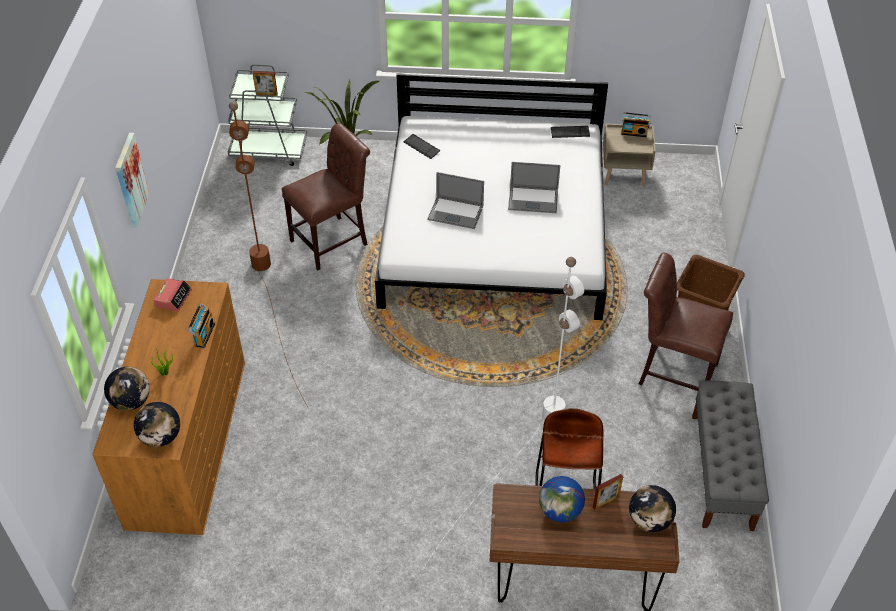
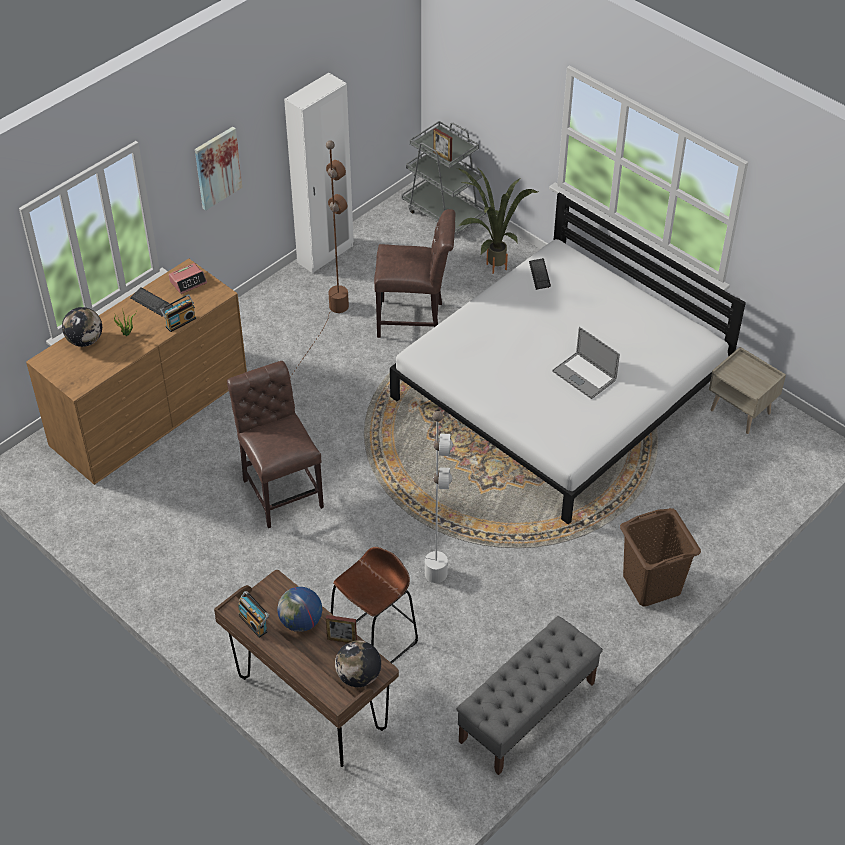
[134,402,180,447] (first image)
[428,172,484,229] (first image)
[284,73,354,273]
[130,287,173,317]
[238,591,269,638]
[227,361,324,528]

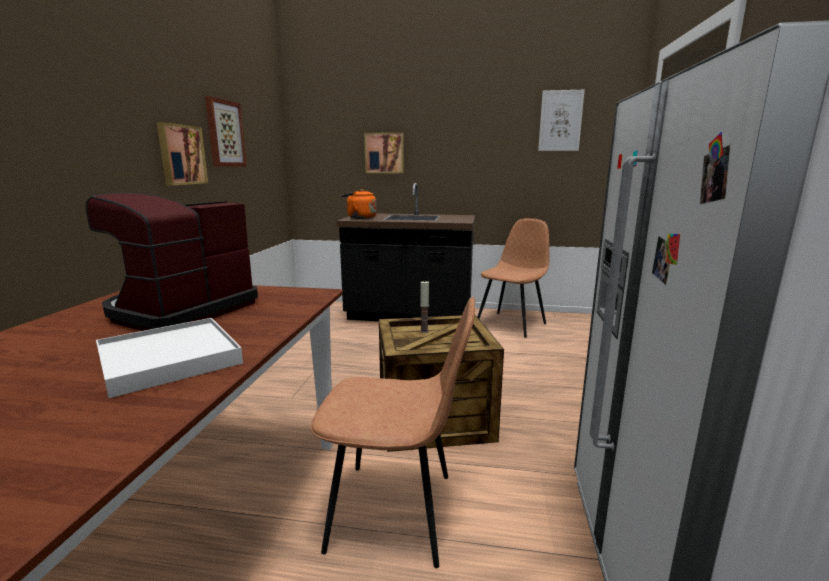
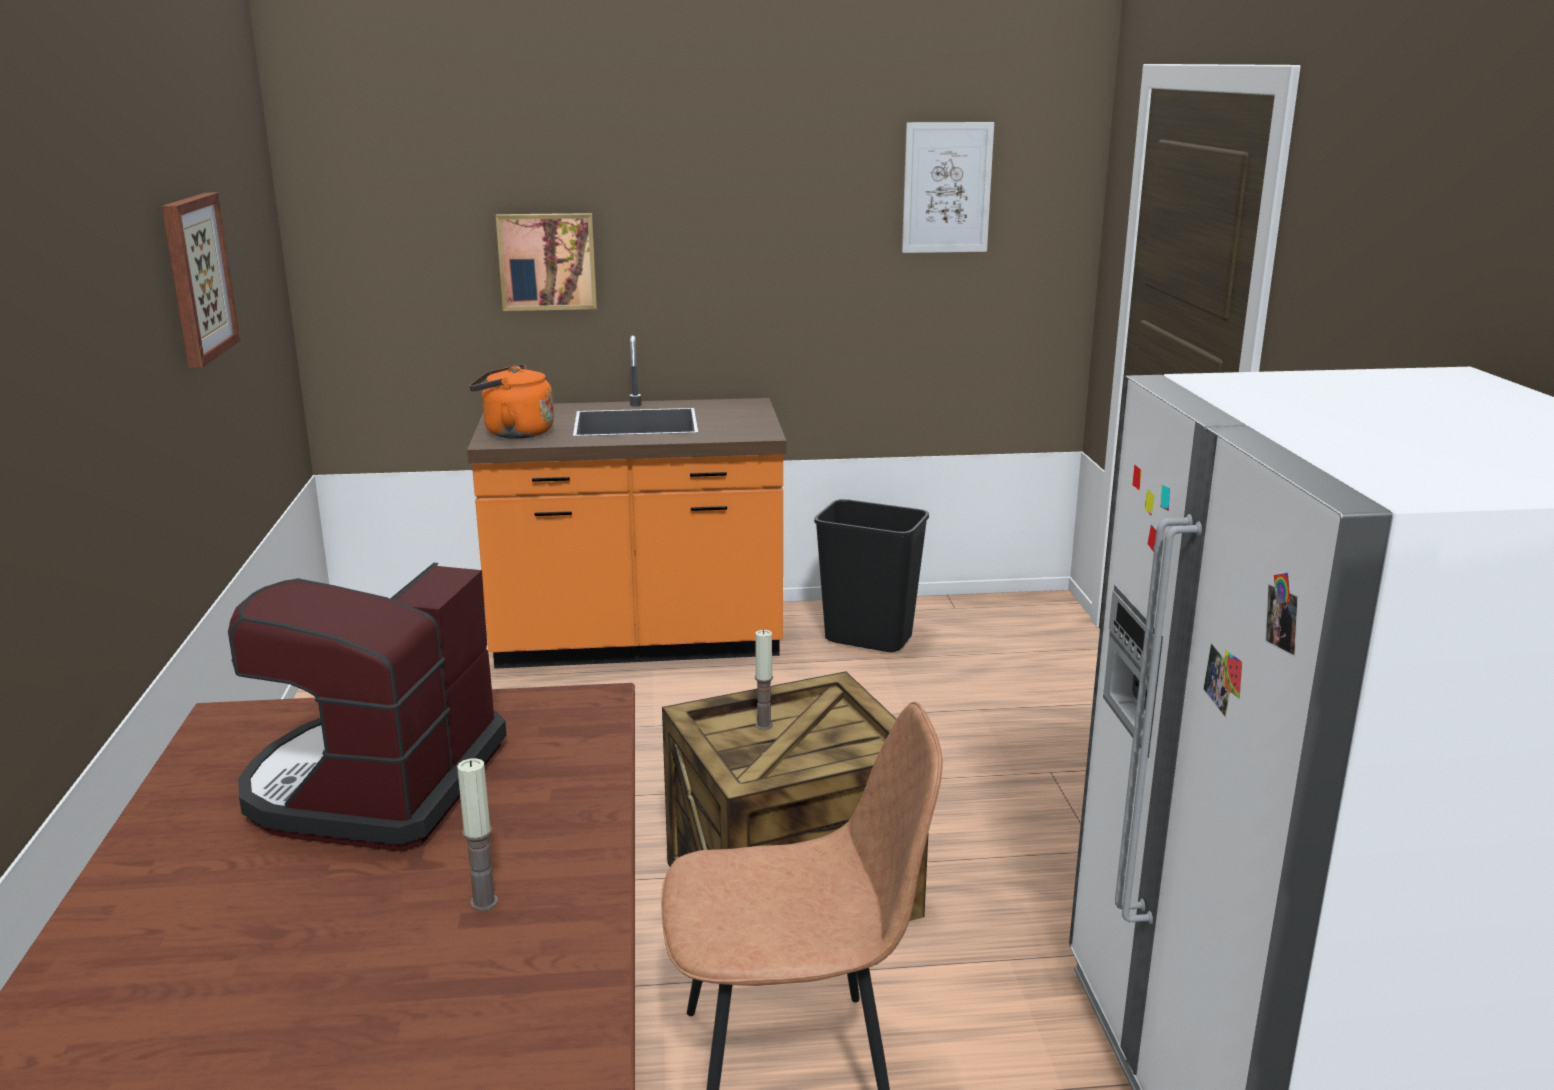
[157,122,208,186] (first image)
[457,758,498,911]
[814,499,929,652]
[467,336,786,669]

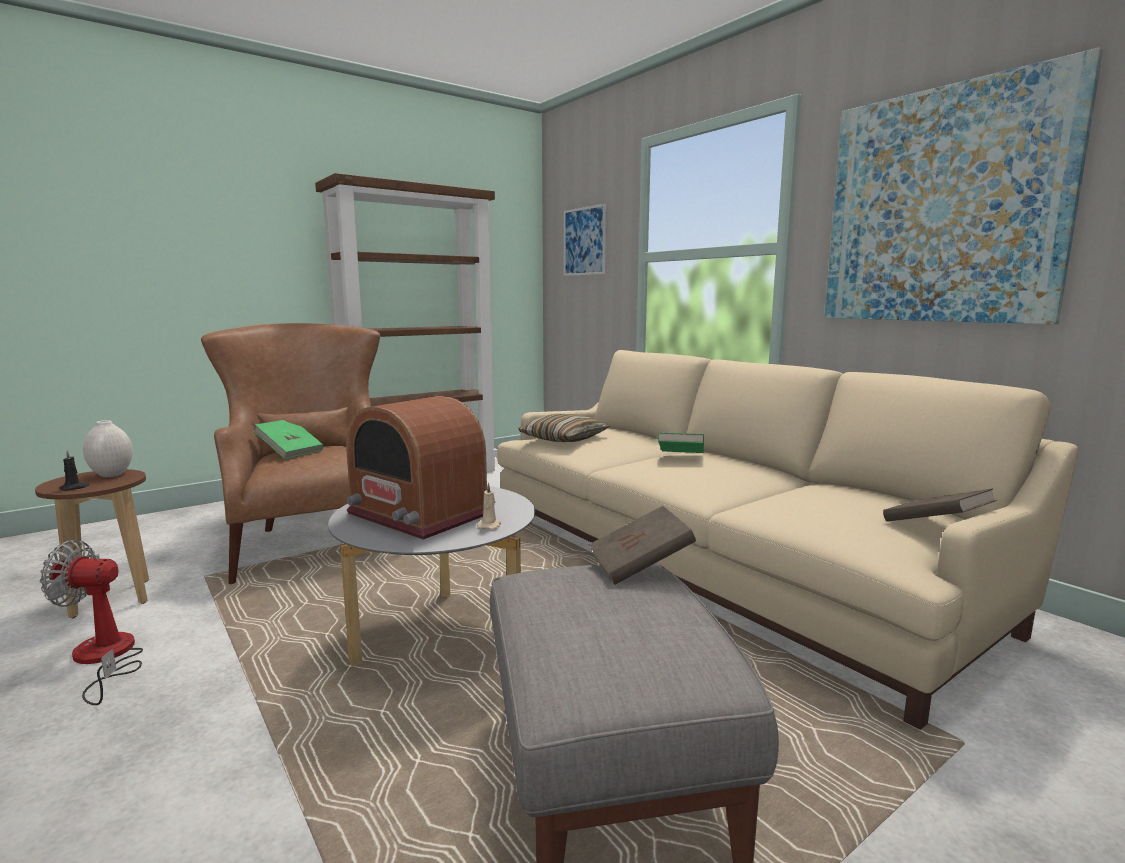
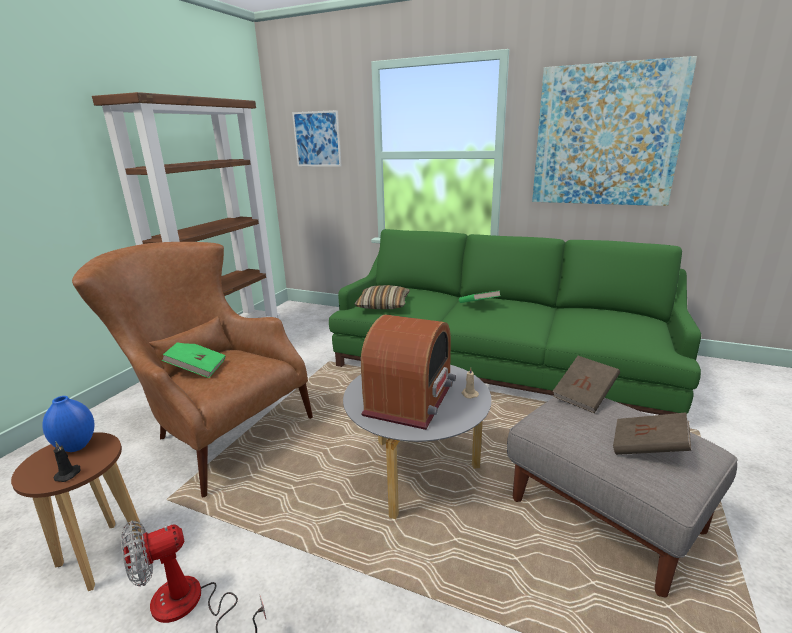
[613,412,691,455]
[42,396,95,452]
[329,229,701,415]
[361,314,456,430]

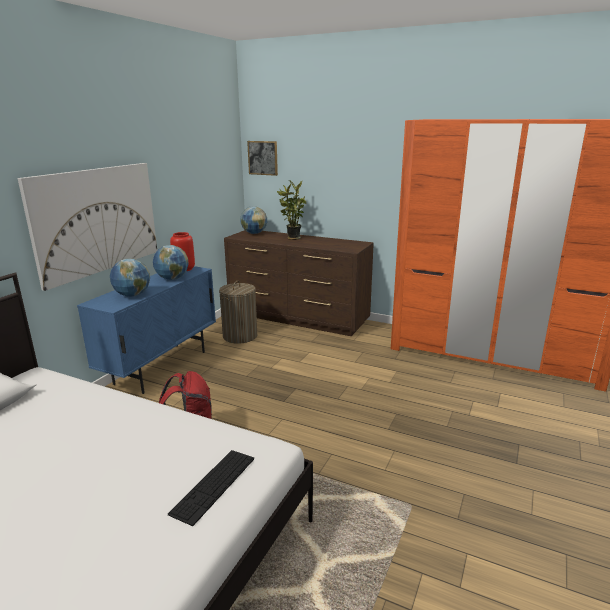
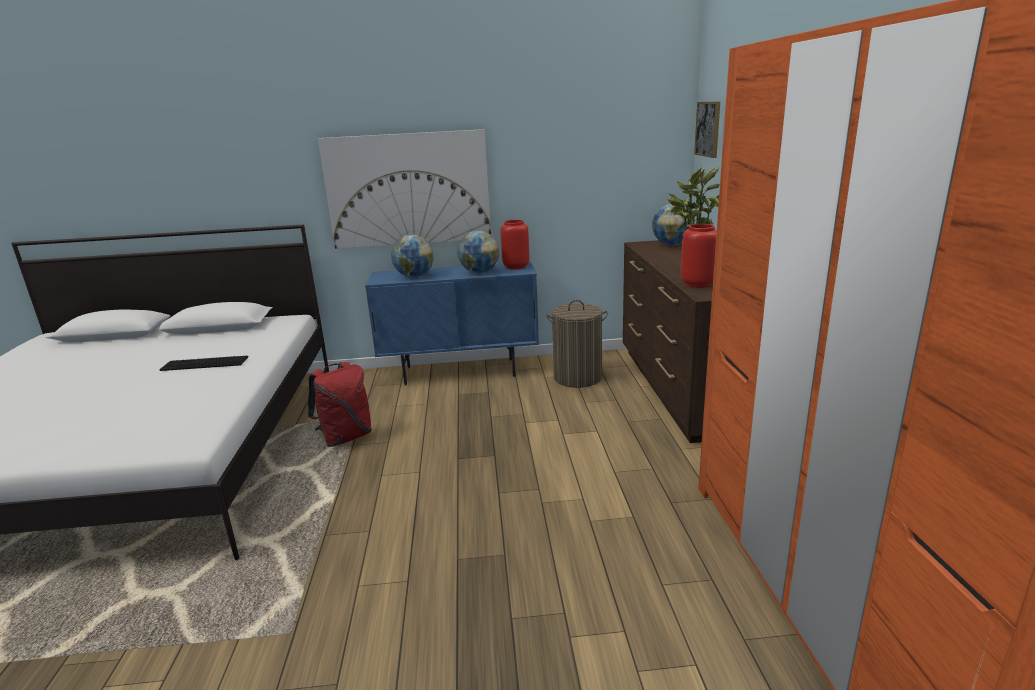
[681,224,717,288]
[159,356,249,371]

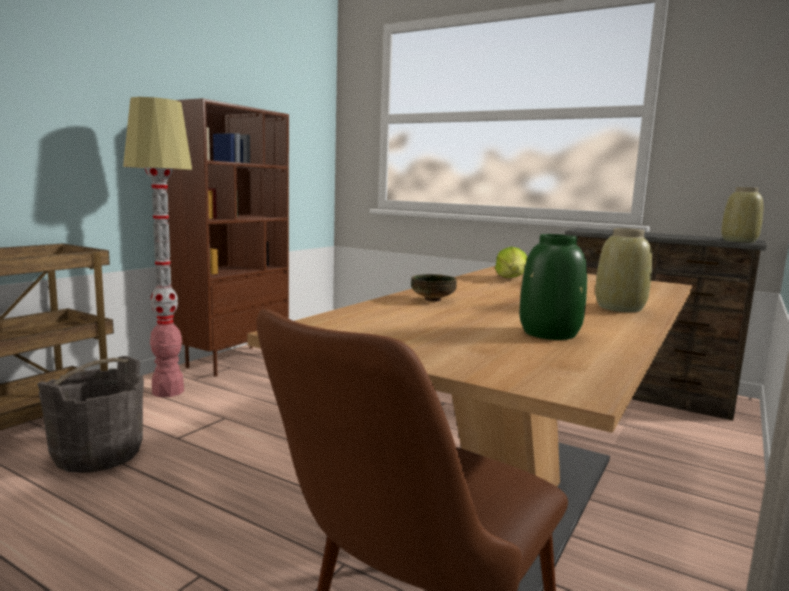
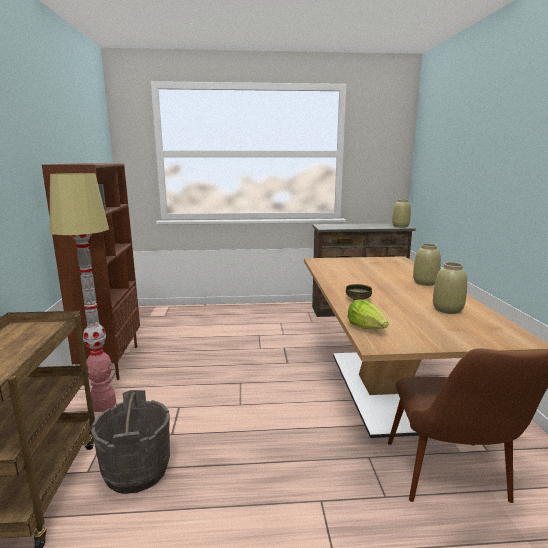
[347,299,388,329]
[433,262,467,314]

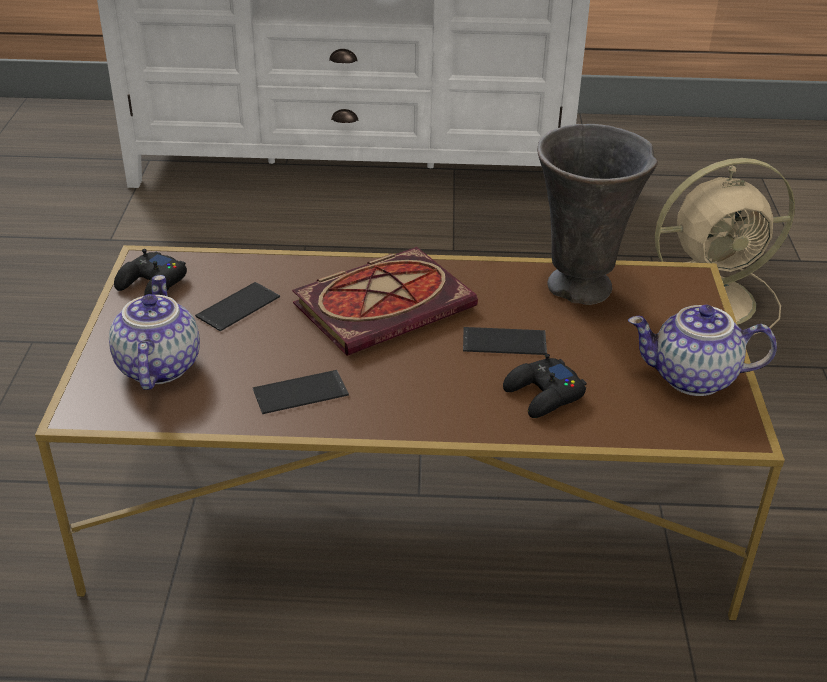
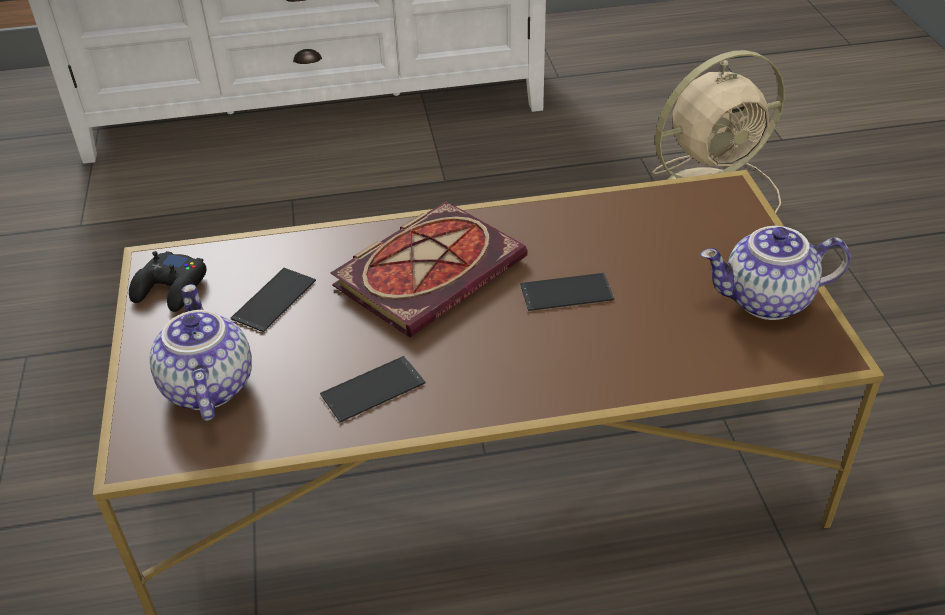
[503,354,587,418] (first image)
[537,124,658,305] (first image)

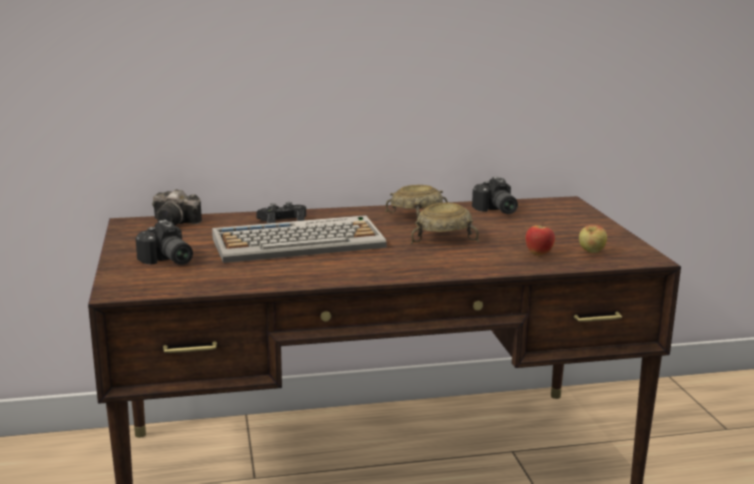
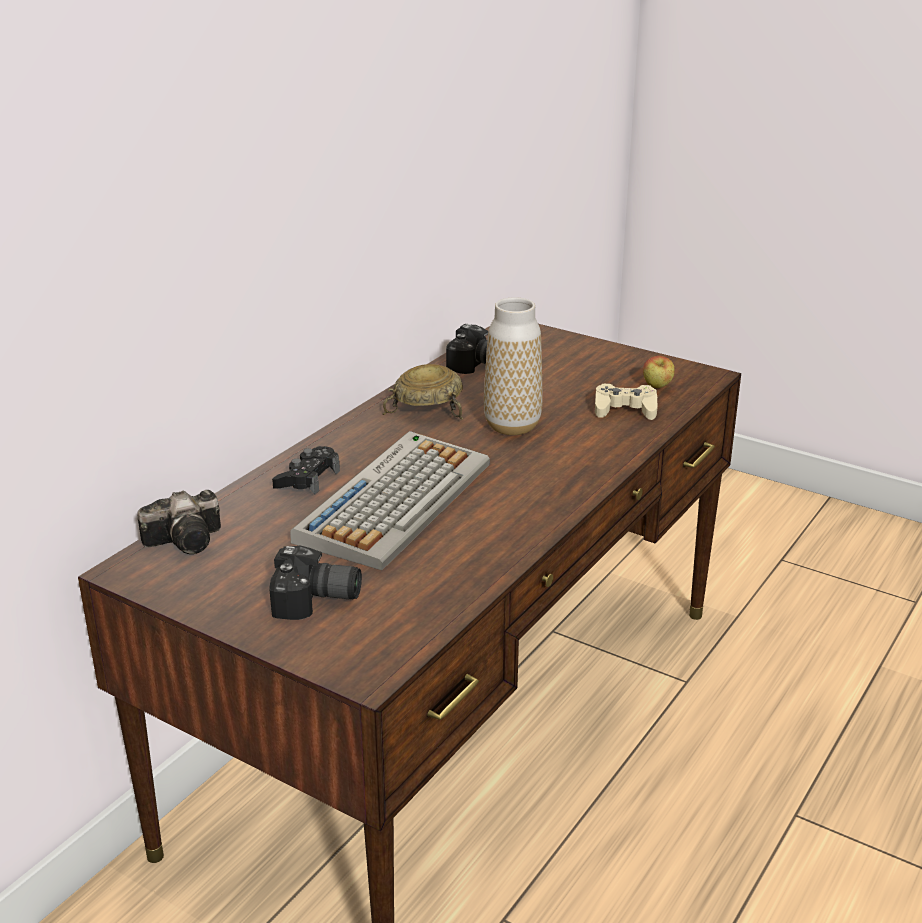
[484,297,543,435]
[595,383,658,420]

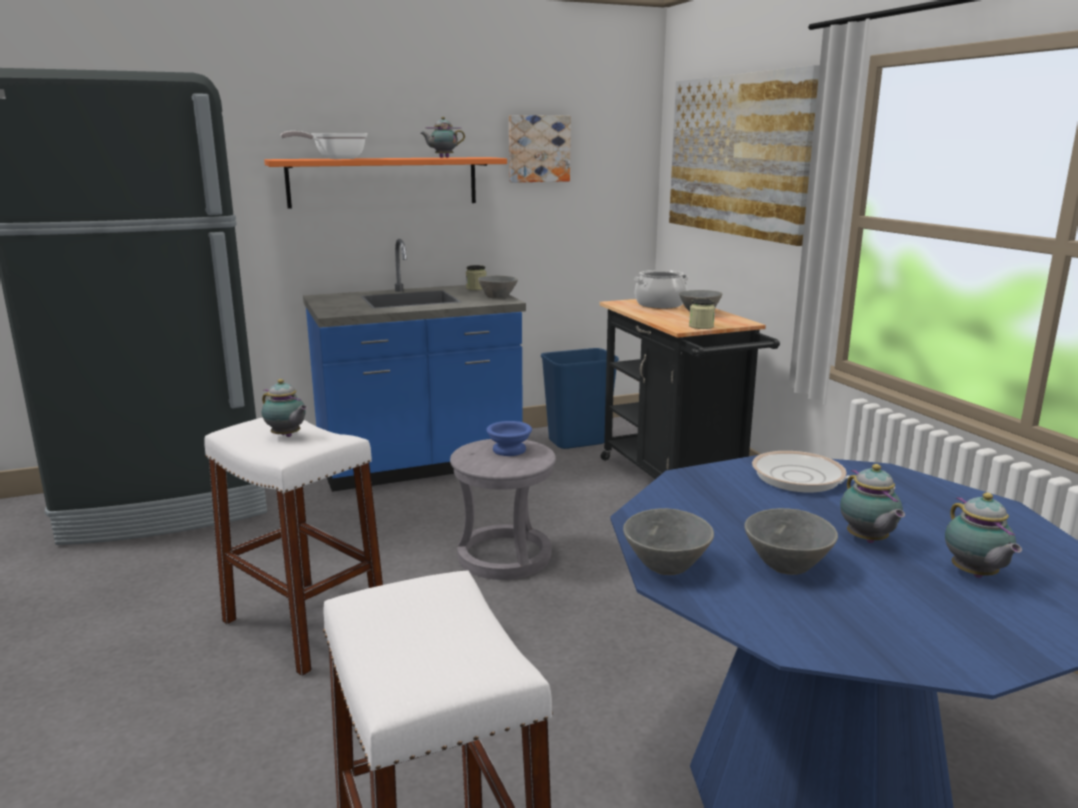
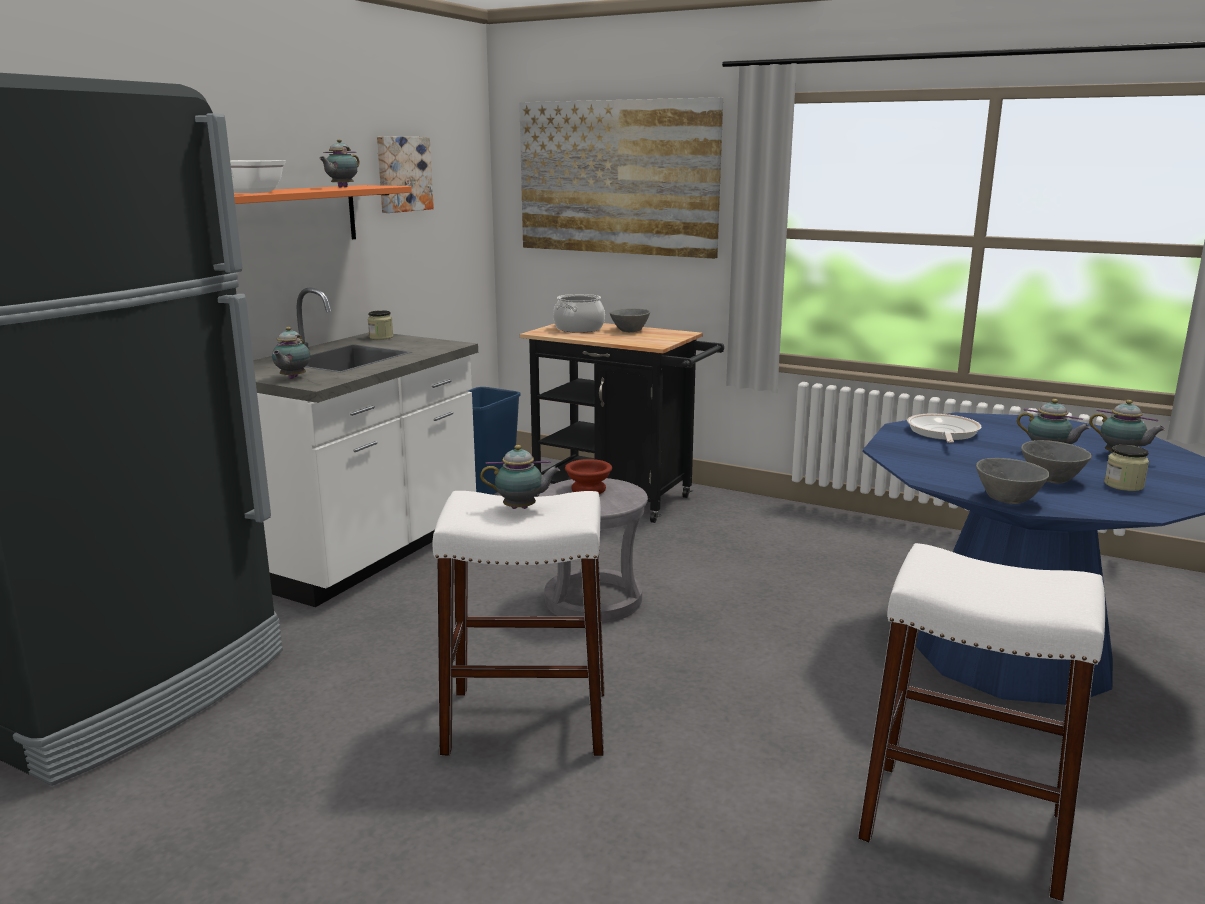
[478,276,518,298] (first image)
[272,327,310,379]
[1104,445,1149,491]
[253,288,478,607]
[565,459,612,494]
[907,414,981,443]

